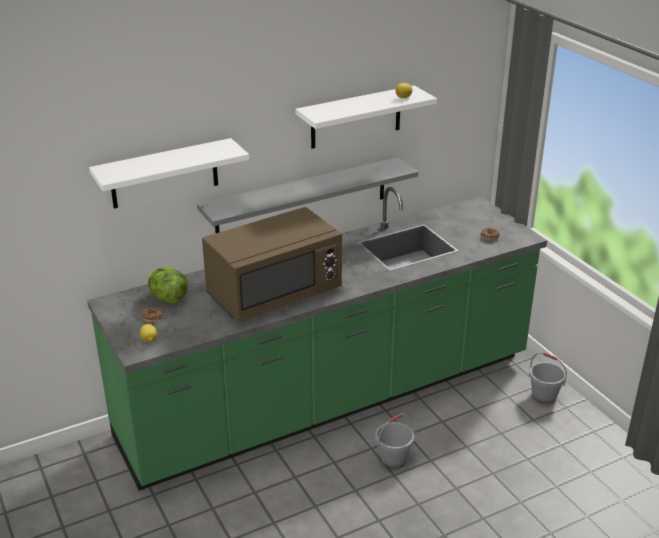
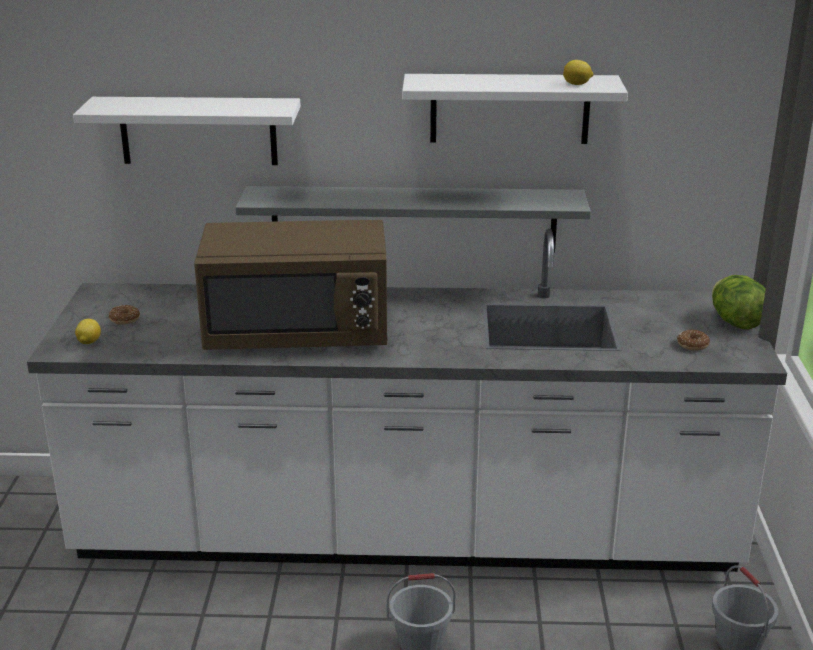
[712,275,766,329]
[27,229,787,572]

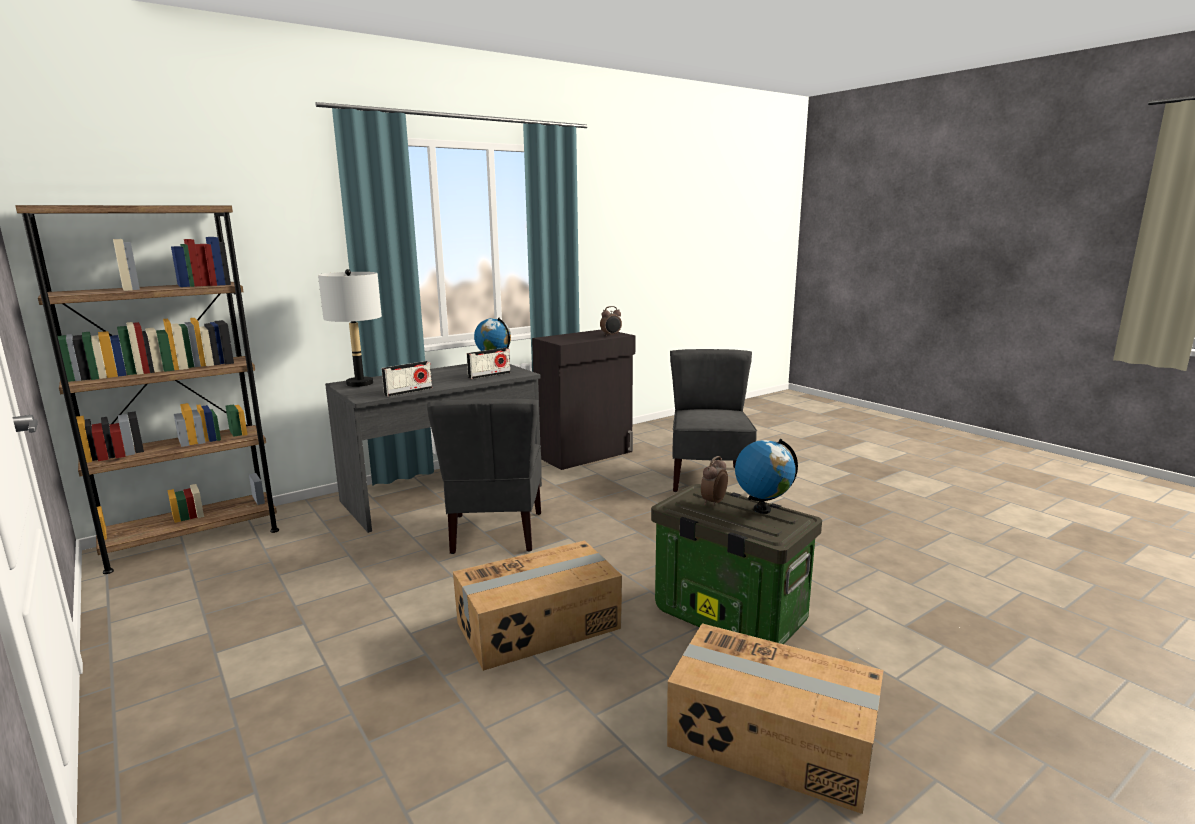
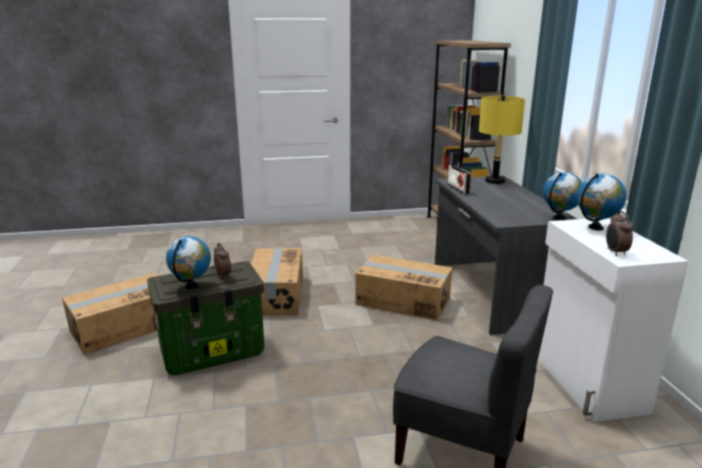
[467,348,510,379] (first image)
[577,173,627,231]
[355,255,453,321]
[479,95,525,184]
[538,218,689,422]

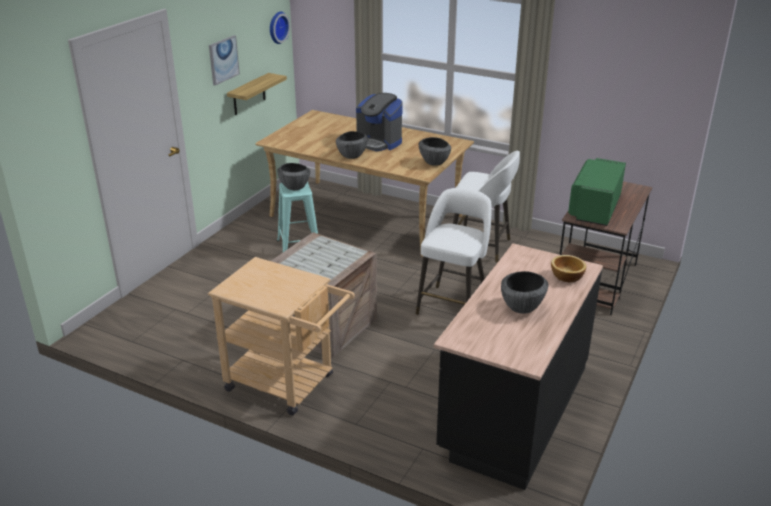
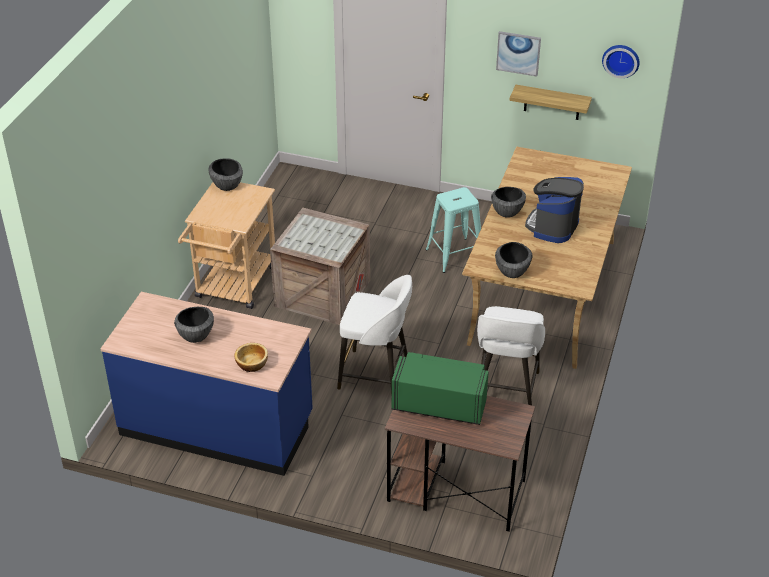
[208,158,243,191]
[101,292,313,476]

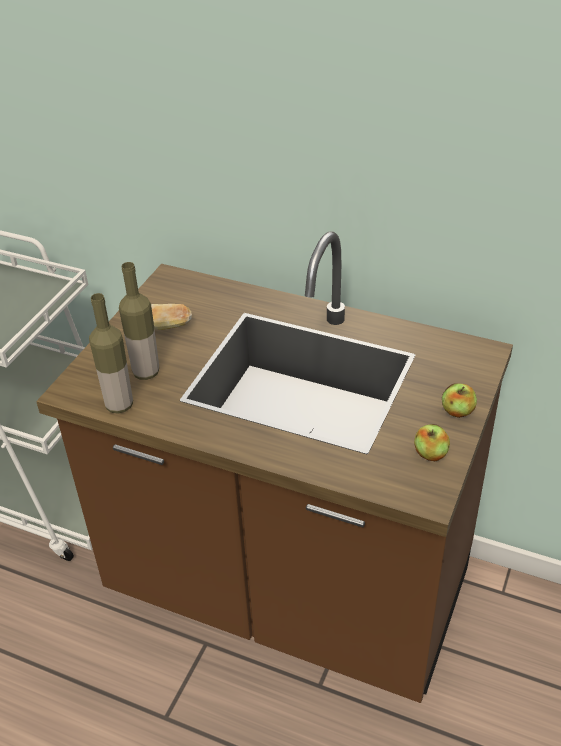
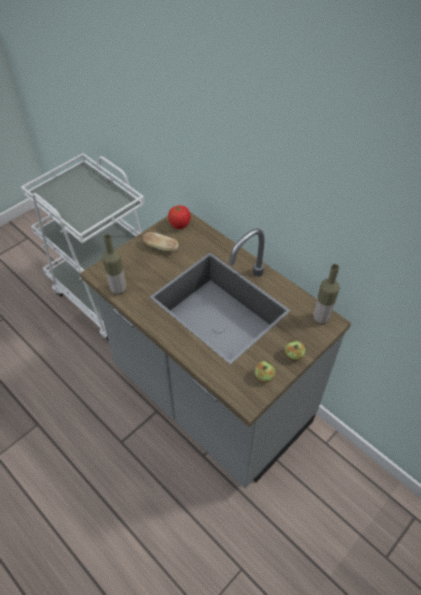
[168,205,191,229]
[313,264,340,324]
[80,211,351,488]

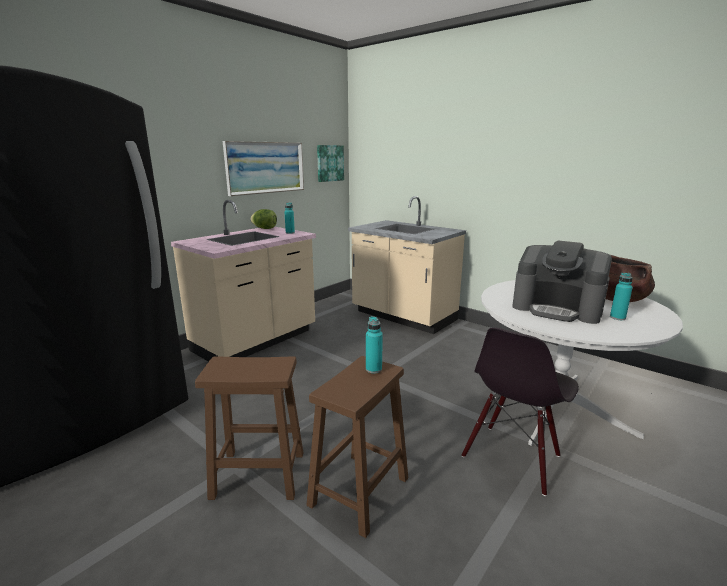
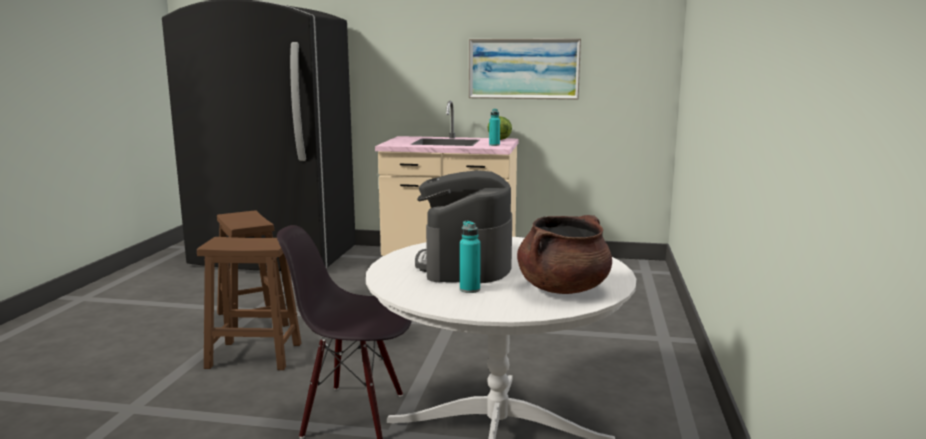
[317,145,344,182] (first image)
[348,196,466,334] (first image)
[366,316,383,373] (first image)

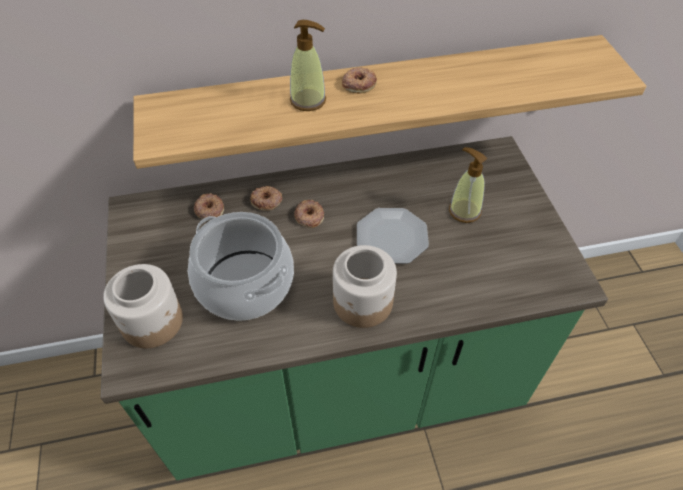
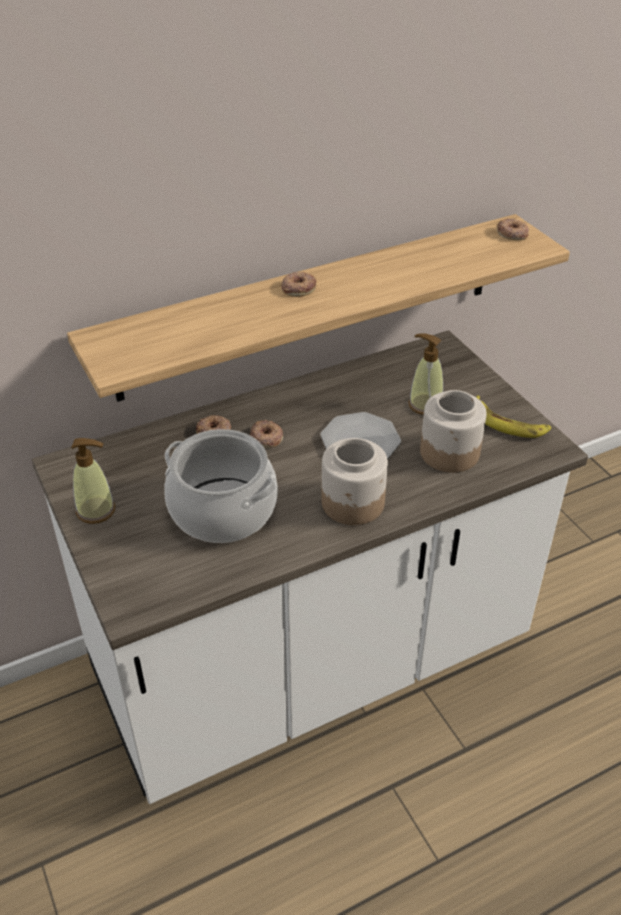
[476,396,551,438]
[420,390,487,473]
[497,218,529,240]
[71,438,115,524]
[32,330,588,804]

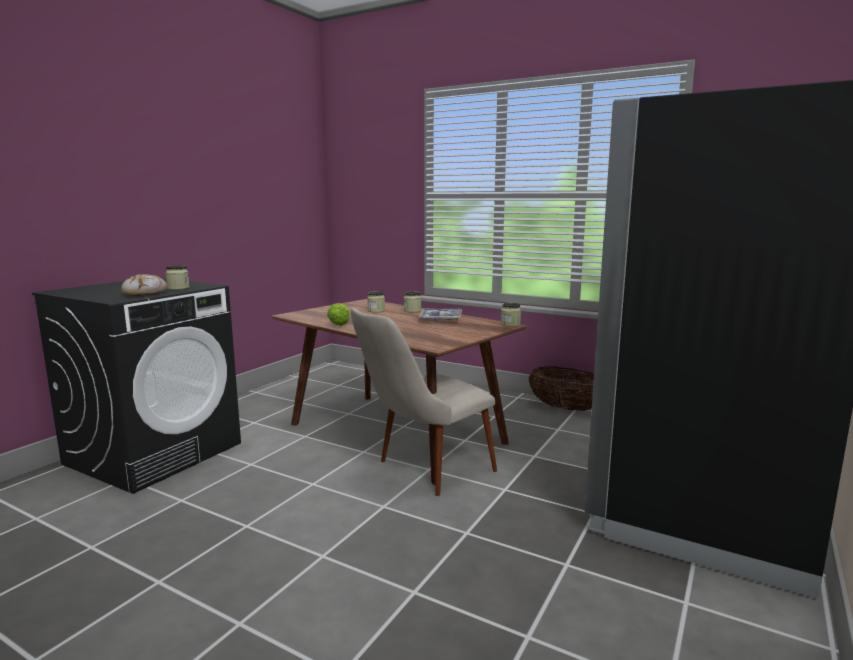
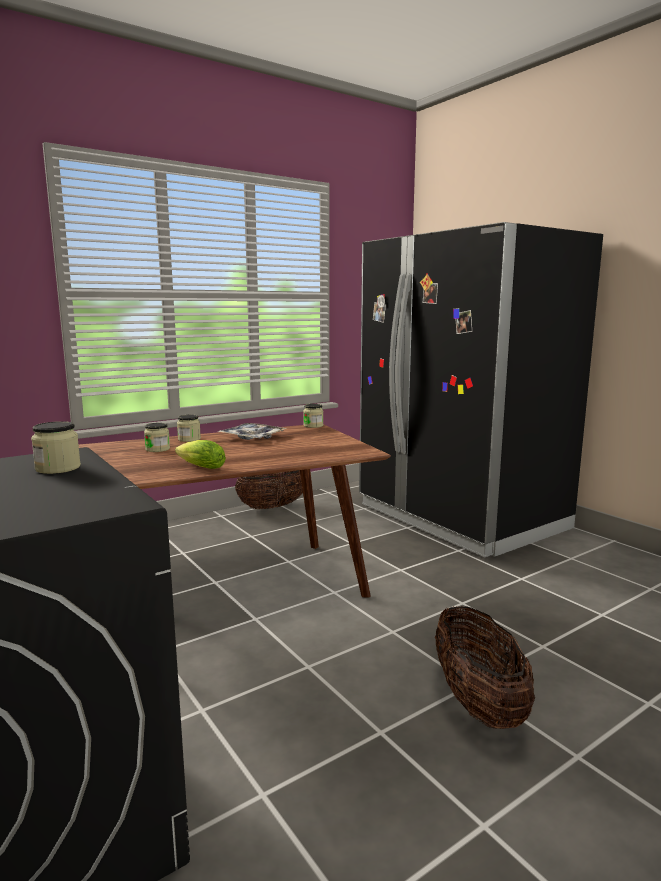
[121,274,168,296] (first image)
[350,308,497,496] (first image)
[435,605,535,729]

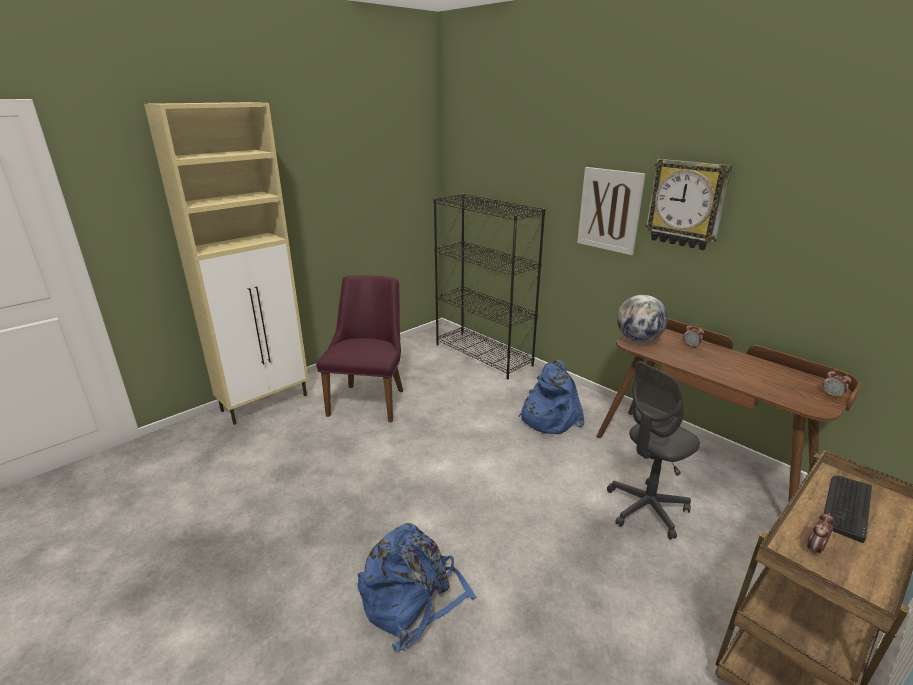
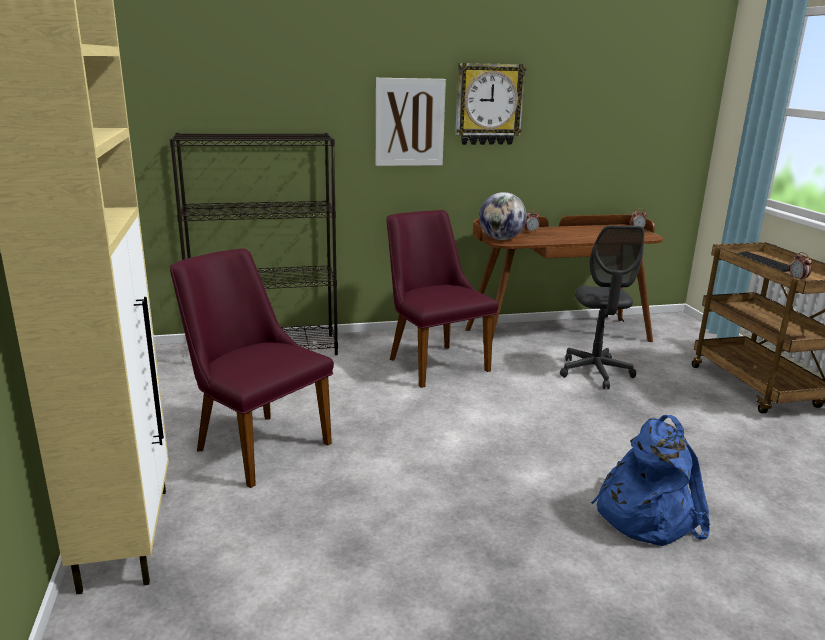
[387,210,499,388]

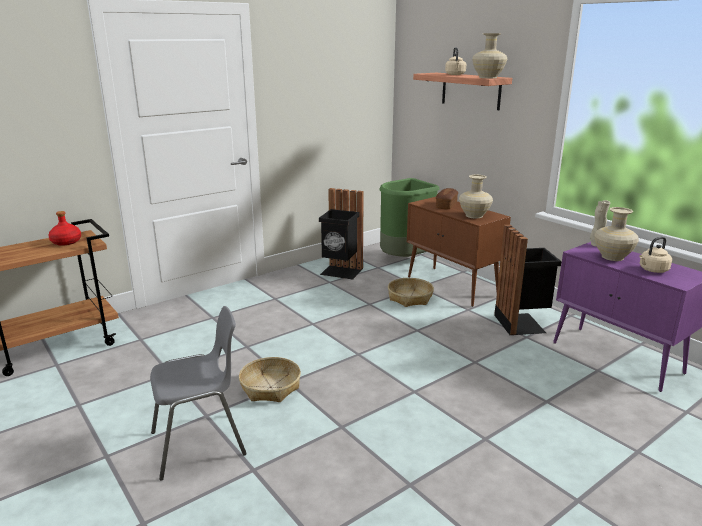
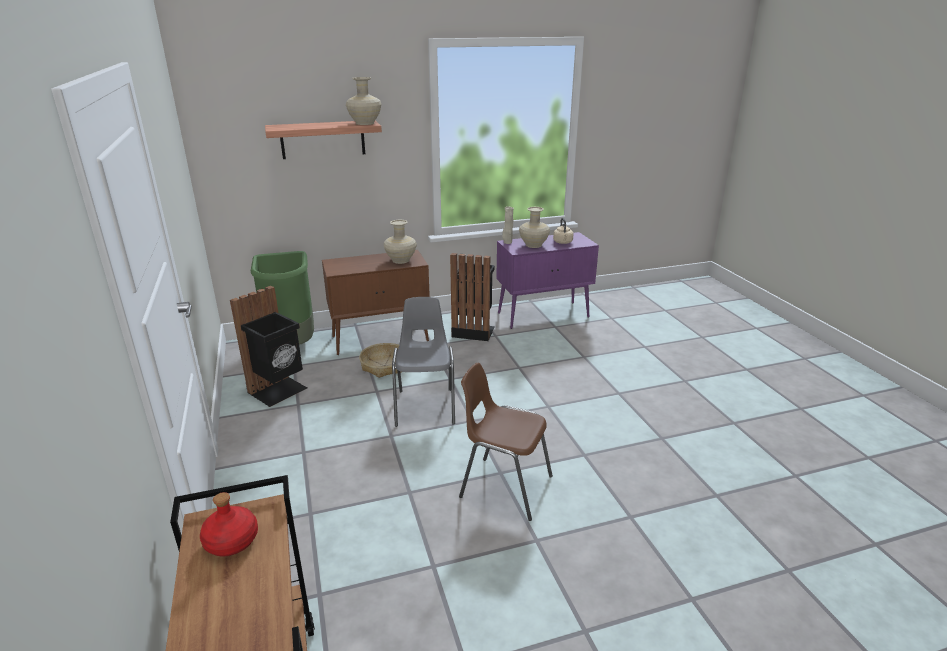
[436,188,458,209] (first image)
[445,47,466,75] (first image)
[392,297,455,427]
[459,363,553,521]

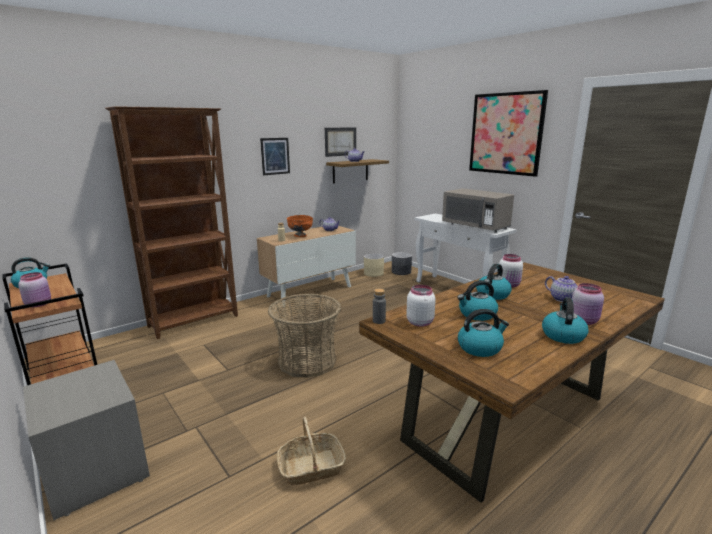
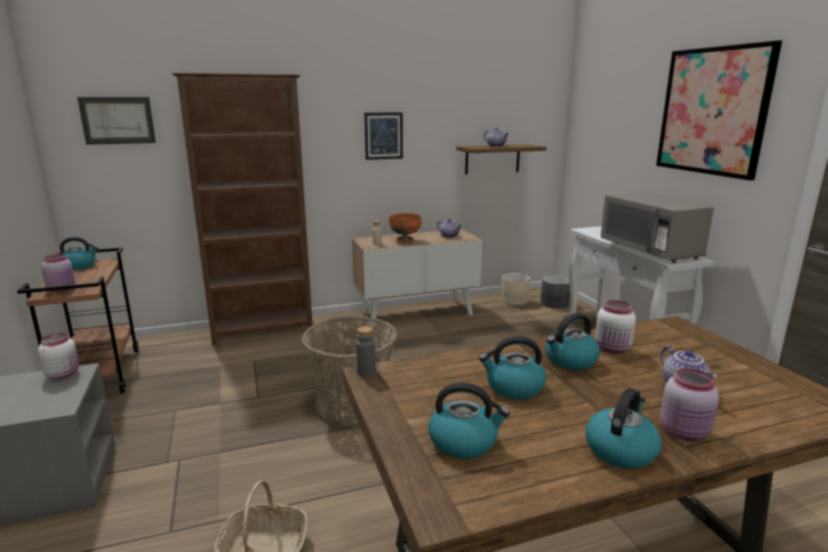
[77,97,156,145]
[38,333,79,380]

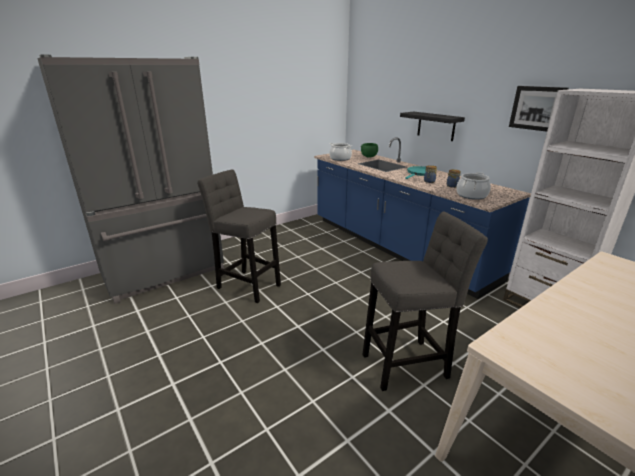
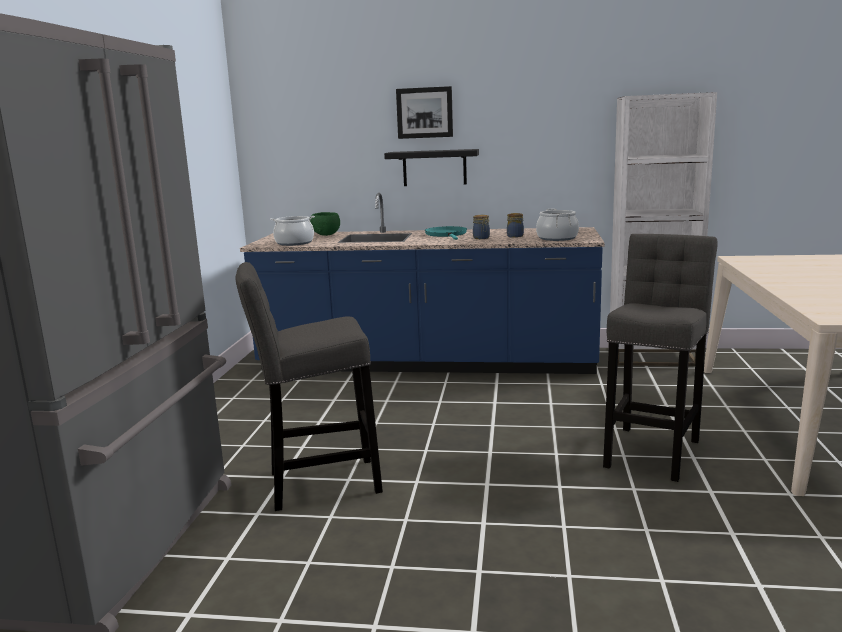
[396,86,453,139]

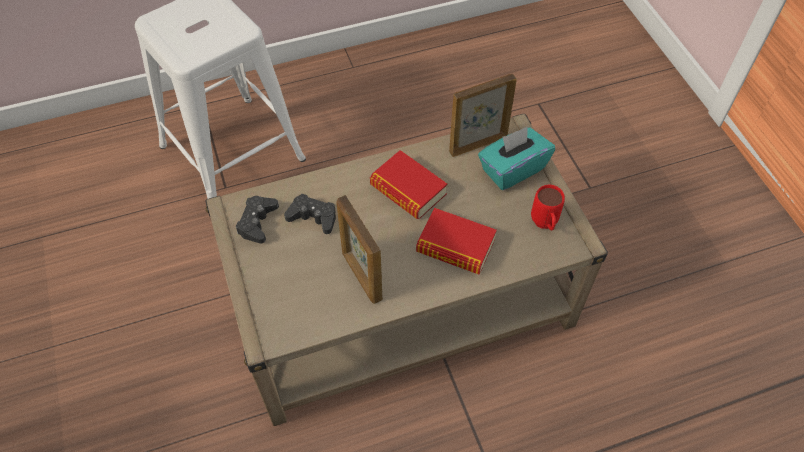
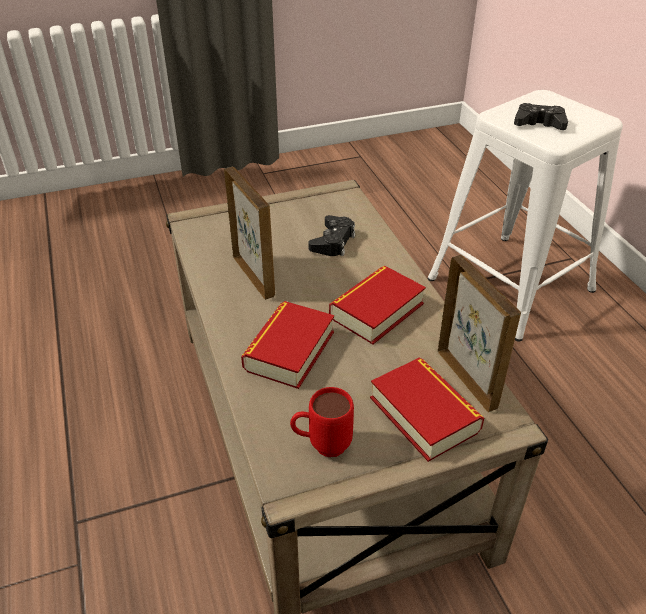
[514,103,568,130]
[370,357,484,462]
[224,167,275,300]

